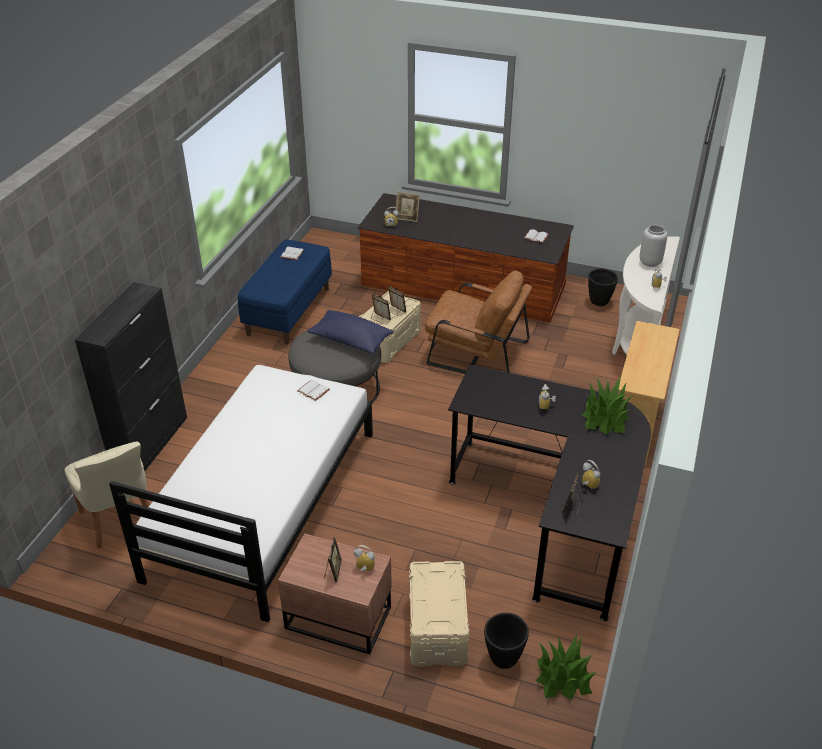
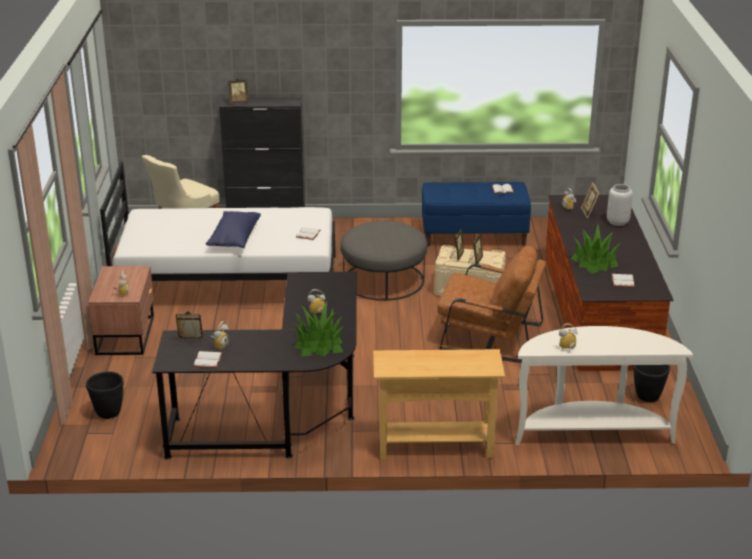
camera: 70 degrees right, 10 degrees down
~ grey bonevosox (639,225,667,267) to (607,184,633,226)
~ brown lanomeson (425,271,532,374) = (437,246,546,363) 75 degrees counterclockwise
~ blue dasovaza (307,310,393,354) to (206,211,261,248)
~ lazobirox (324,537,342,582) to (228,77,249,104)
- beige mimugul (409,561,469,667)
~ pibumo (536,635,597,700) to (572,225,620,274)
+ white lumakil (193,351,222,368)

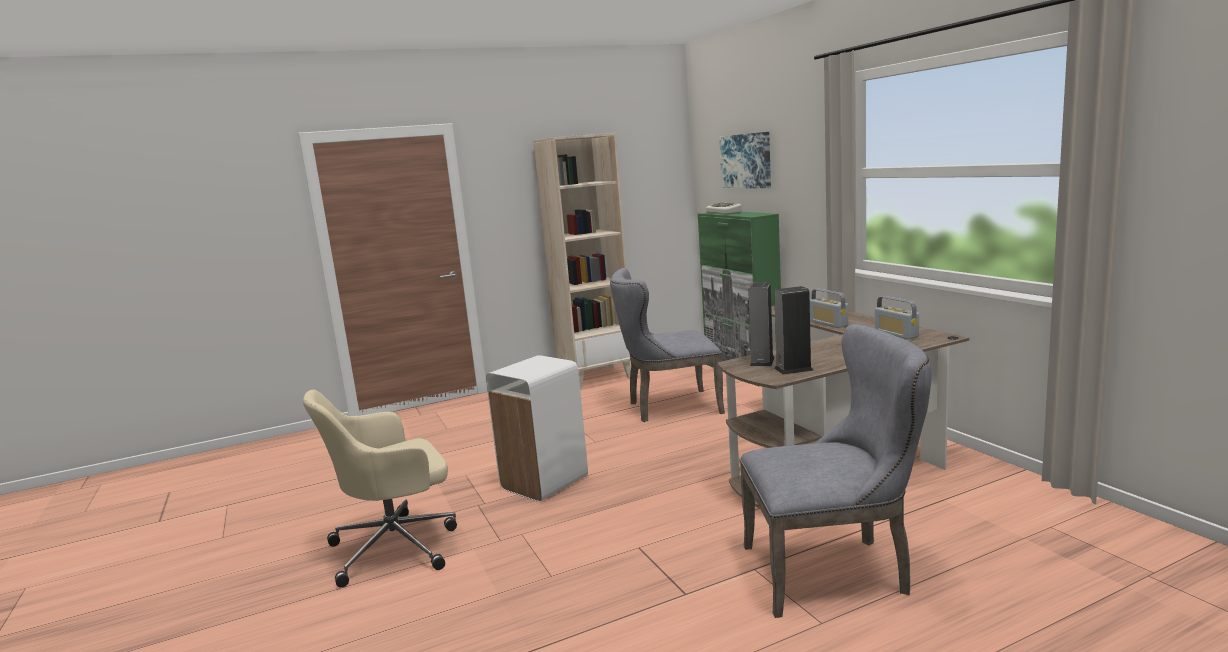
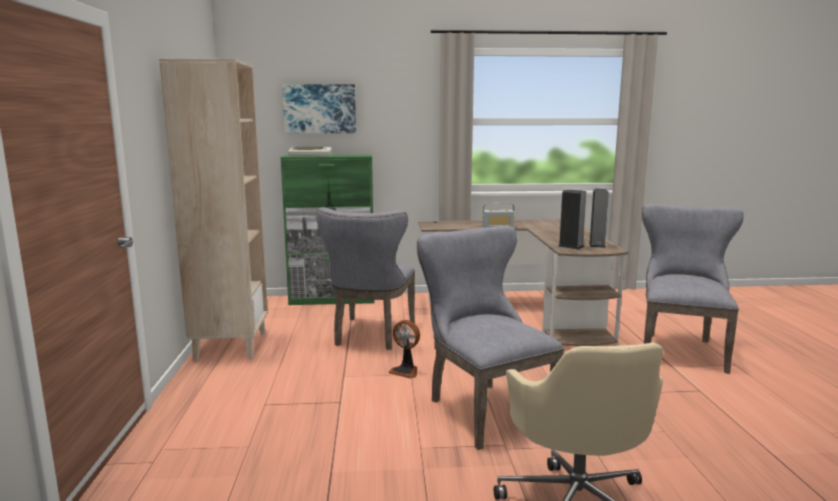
camera: 70 degrees left, 0 degrees up
- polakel (875,296,919,340)
~ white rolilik (486,355,588,502) to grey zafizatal (417,226,564,450)
+ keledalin (388,320,420,379)

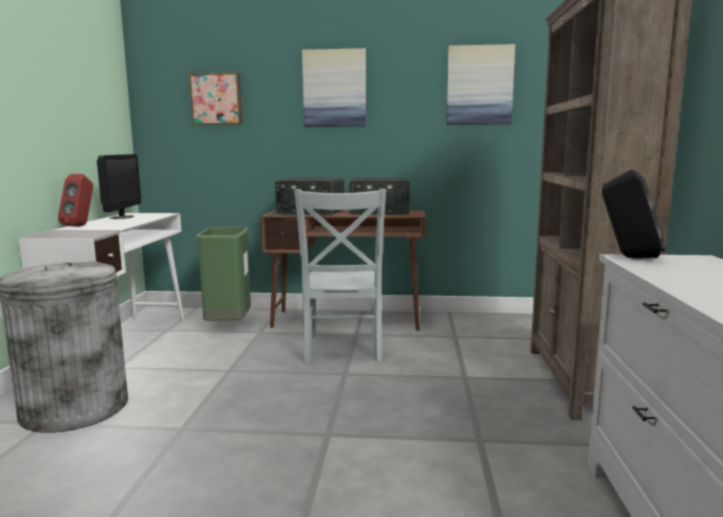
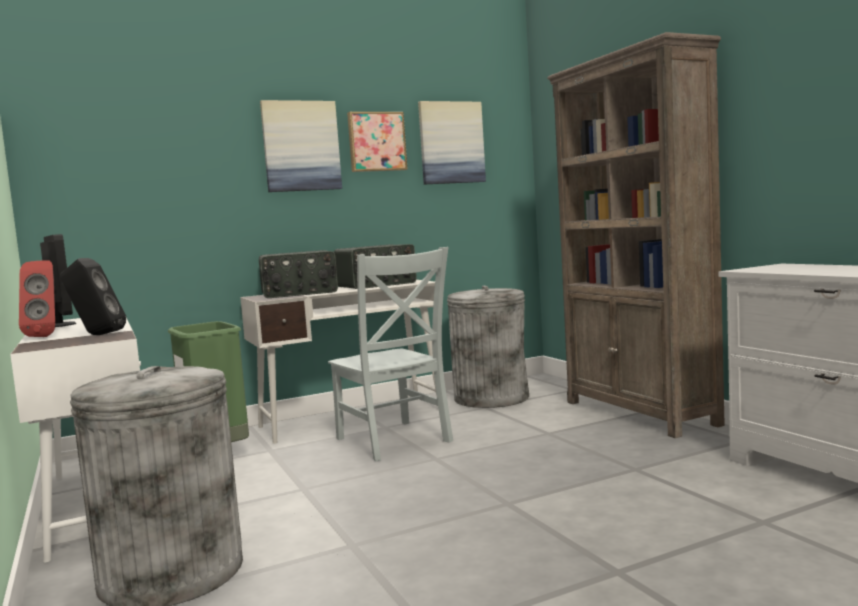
camera: 30 degrees left, 5 degrees down
~ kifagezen (189,72,242,125) to (347,112,408,172)
~ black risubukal (602,170,666,258) to (60,258,126,335)
~ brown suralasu (261,210,426,331) to white suralasu (240,280,437,444)
+ grey rolilik (447,286,529,408)

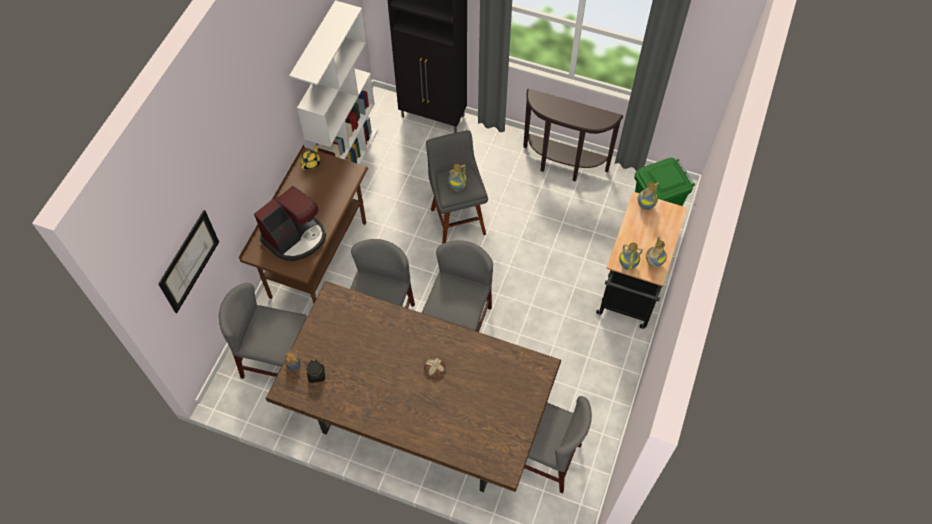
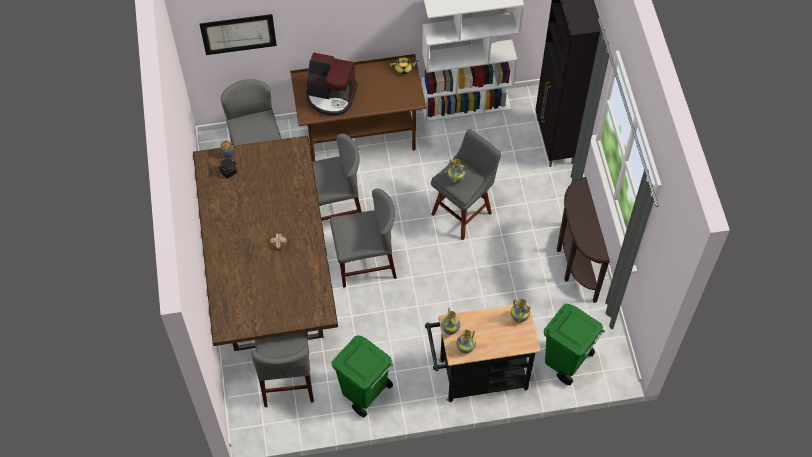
camera: 60 degrees right, 0 degrees up
+ green rolilik (332,335,393,417)

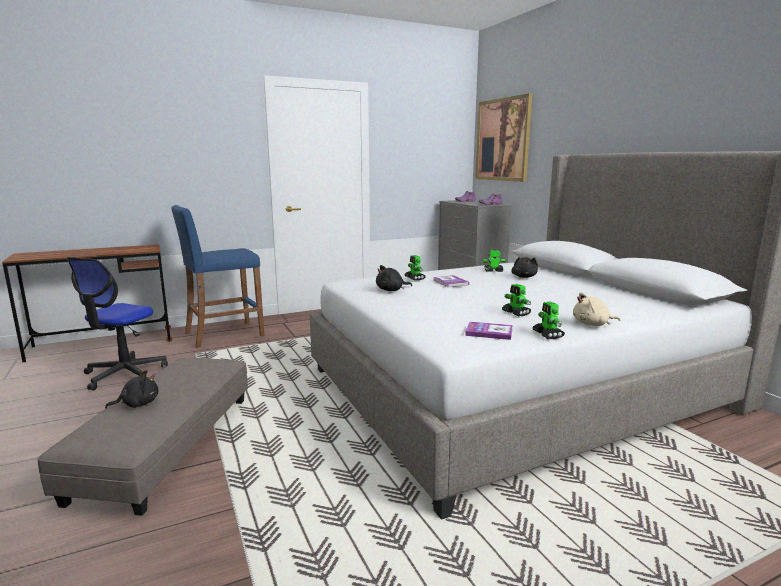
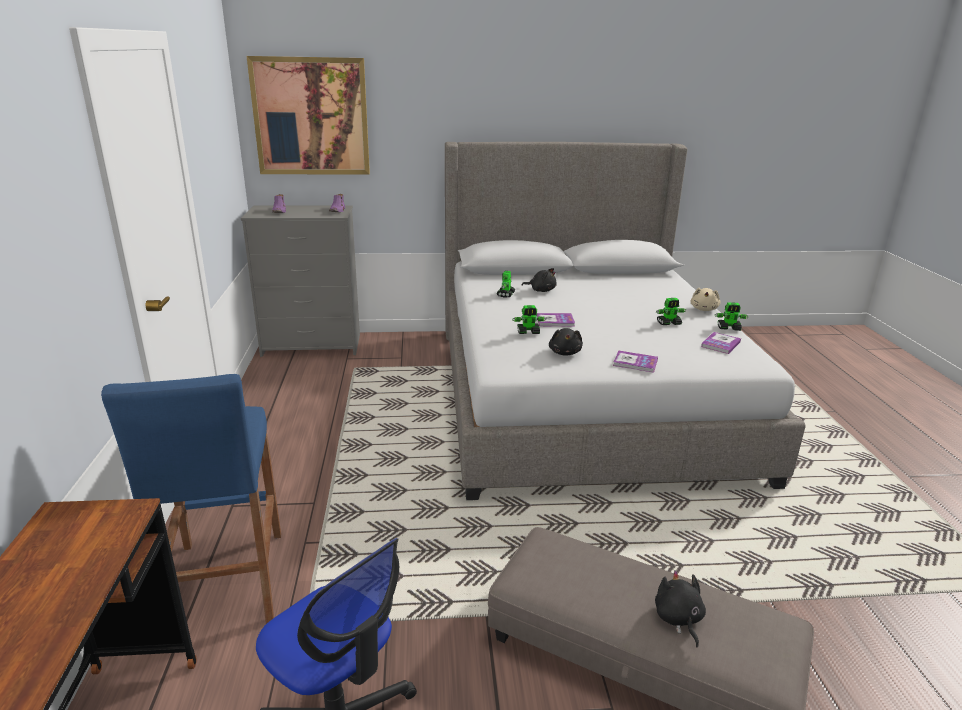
camera: 70 degrees left, 10 degrees up
+ lumakil (613,350,658,372)

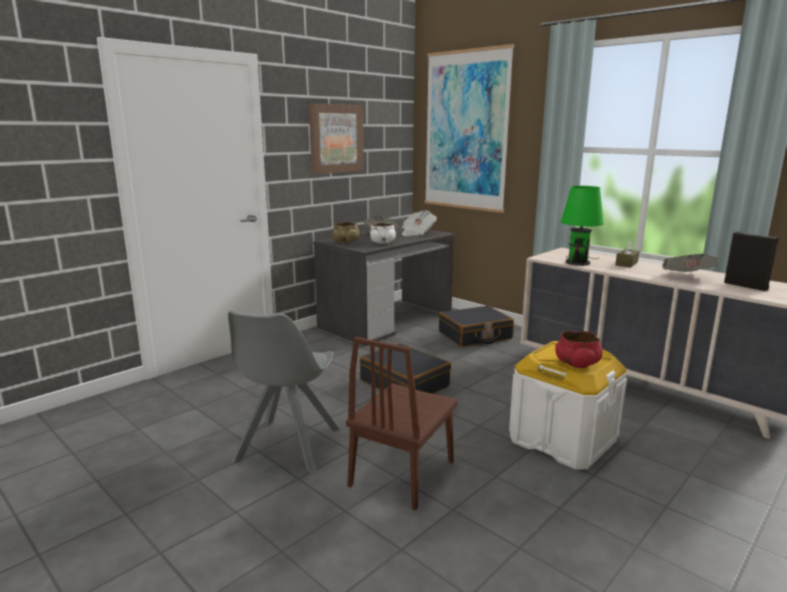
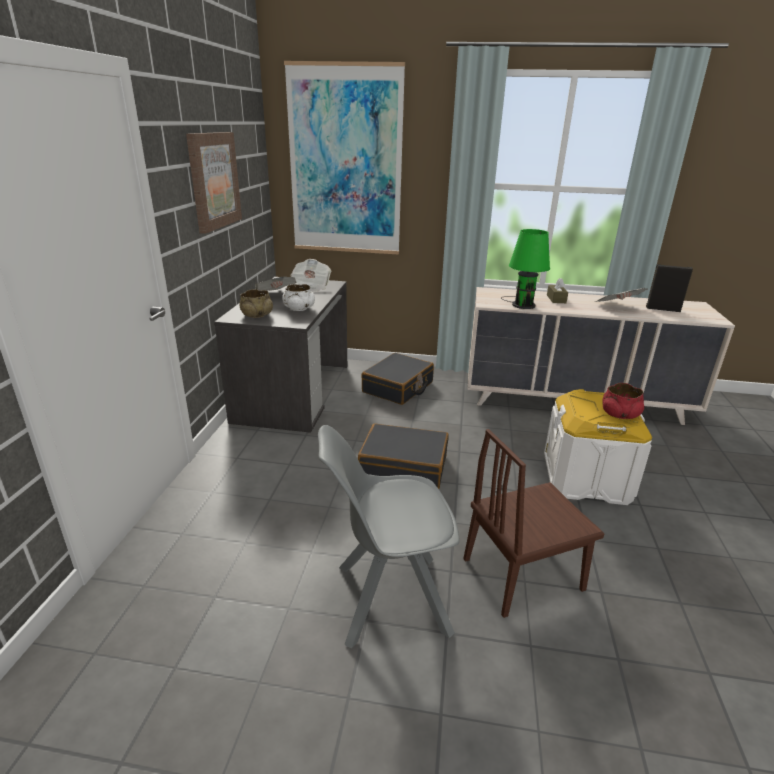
camera: 35 degrees left, 10 degrees up
~ grey zafizatal (228,310,340,474) = (318,425,460,649) 105 degrees clockwise
~ brown zafizatal (346,337,458,510) = (464,429,605,618) 75 degrees clockwise

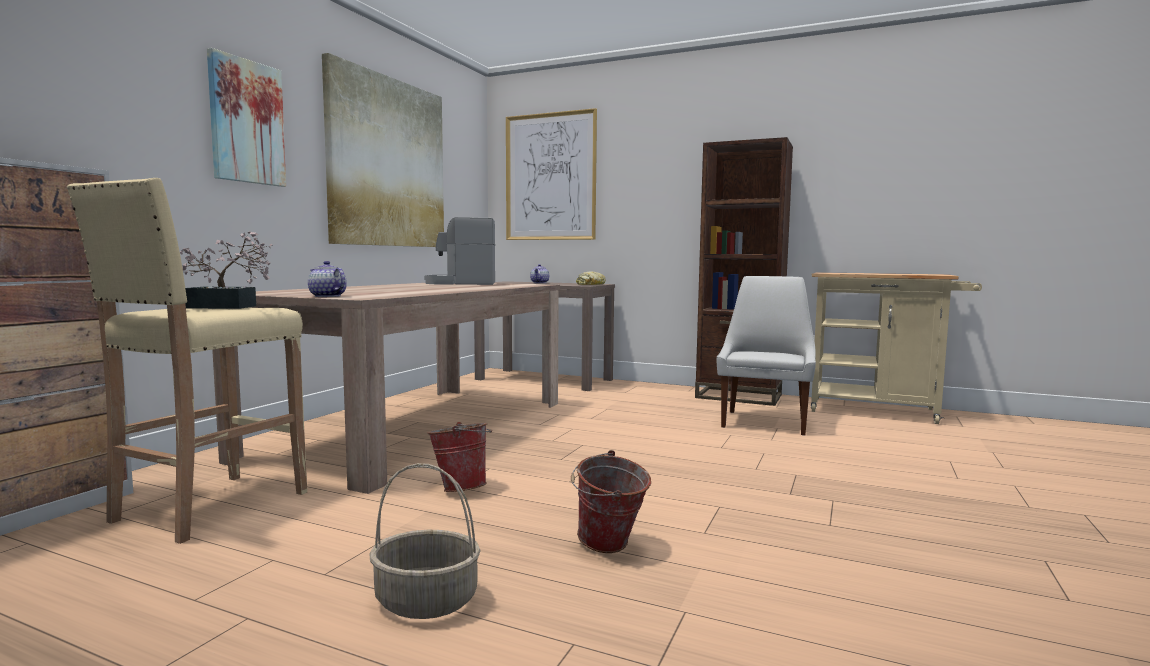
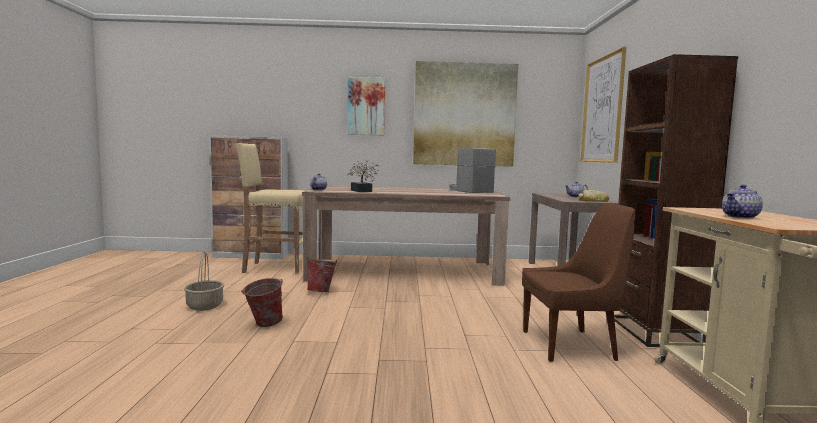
camera: 65 degrees right, 0 degrees up
~ pibumo (180,231,273,309) to (347,160,380,192)
~ white zafizatal (717,276,816,436) to brown zafizatal (522,203,636,362)
+ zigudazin (722,184,763,219)

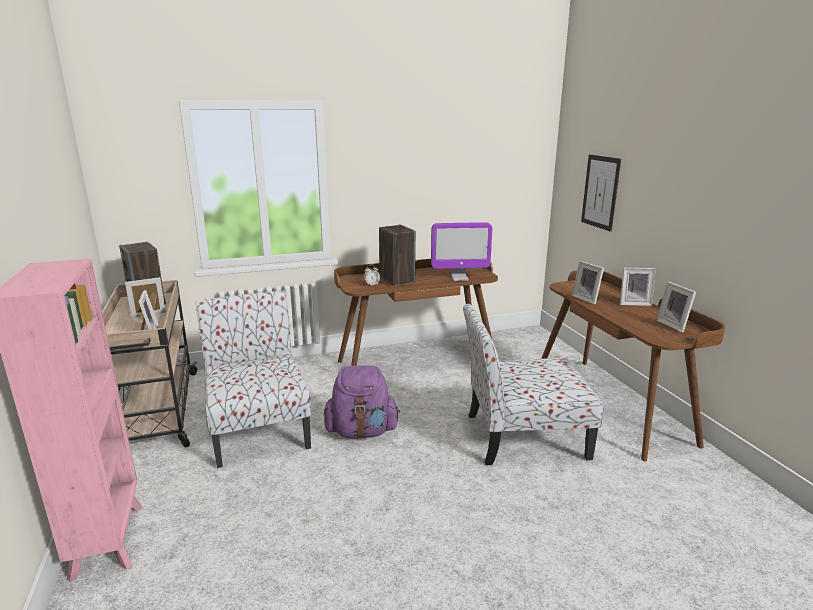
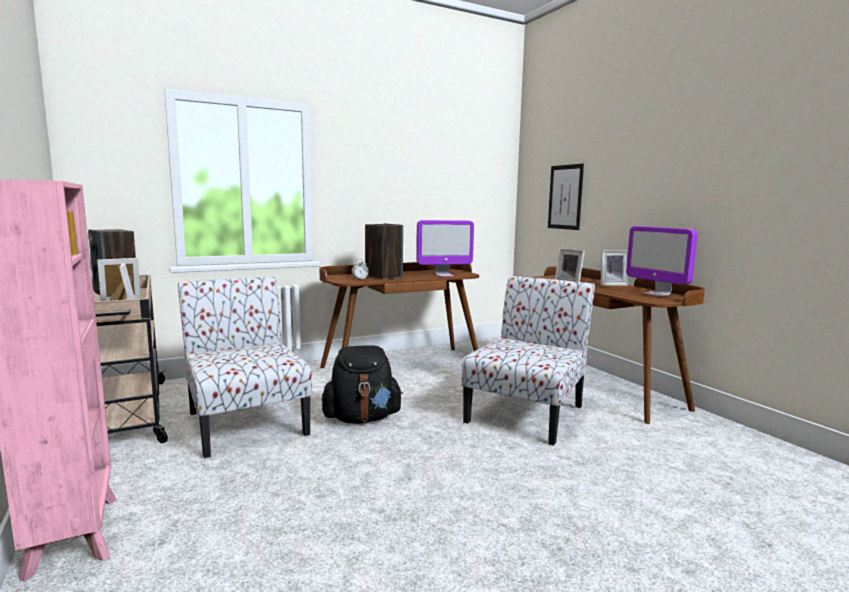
camera: 10 degrees left, 10 degrees down
~ lazobirox (656,282,696,332) to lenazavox (626,226,698,296)
~ zafizatal (463,304,604,465) = (461,276,595,445) 135 degrees clockwise
~ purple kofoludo (324,365,400,439) to black kofoludo (322,346,403,424)

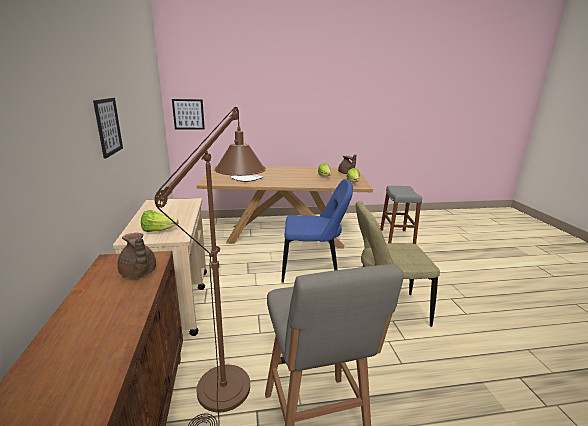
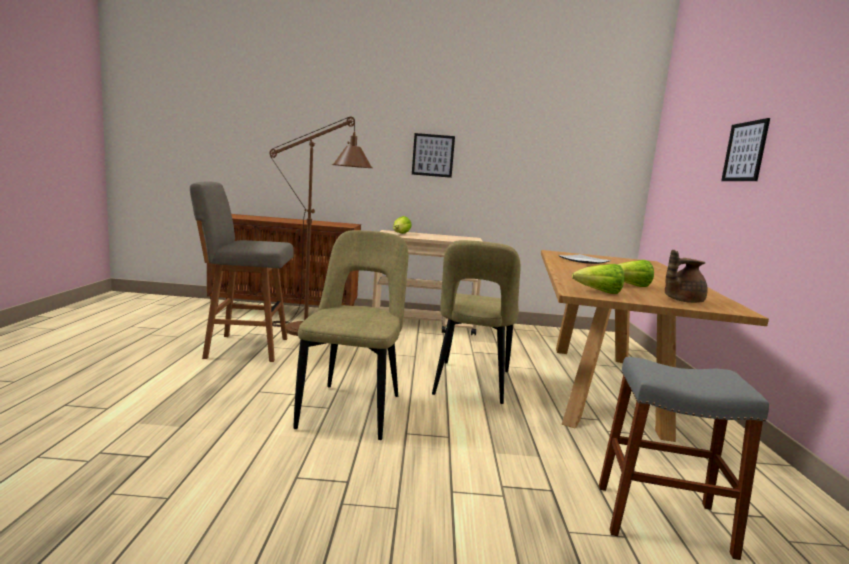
camera: 100 degrees right, 10 degrees down
~ kifagezen (172,99,205,130) to (721,118,770,181)
~ blue zafizatal (282,179,353,283) to beige zafizatal (432,240,521,404)
- brown zigudazin (117,233,156,277)

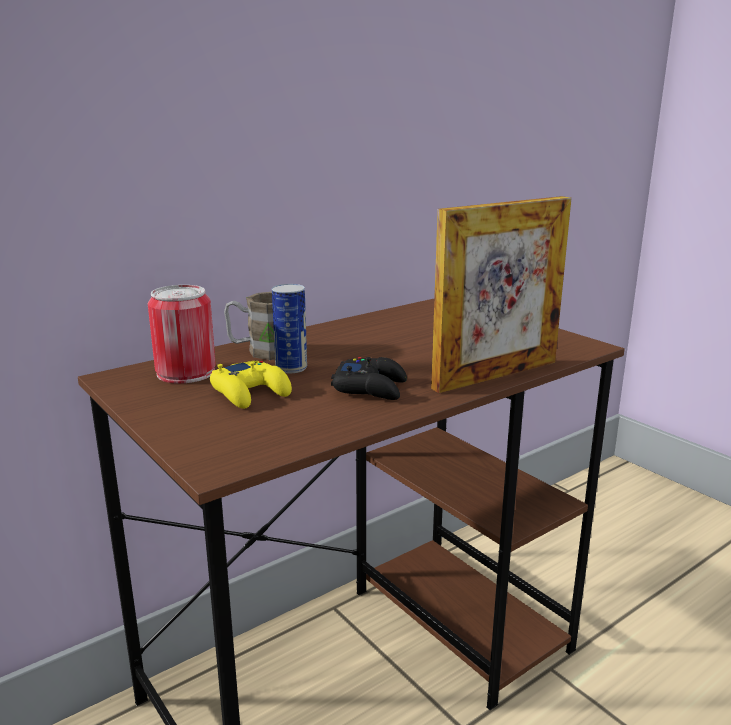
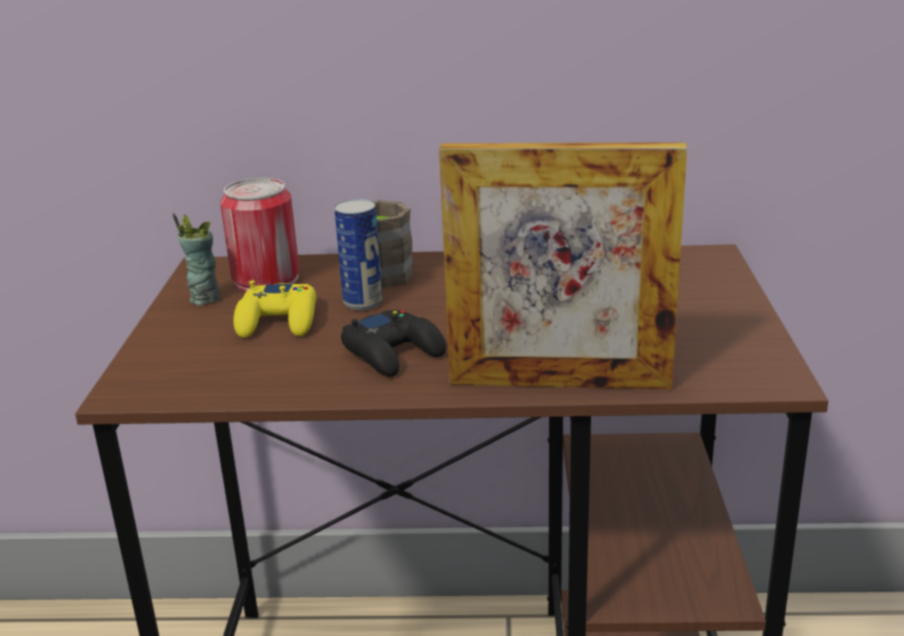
camera: 40 degrees right, 5 degrees up
+ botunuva (173,213,221,306)

